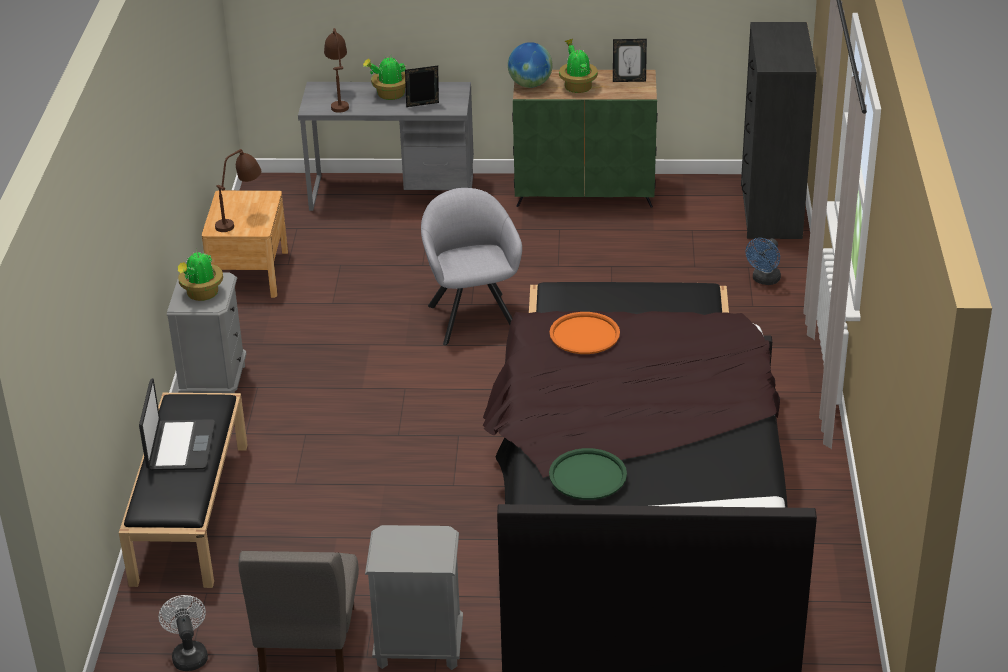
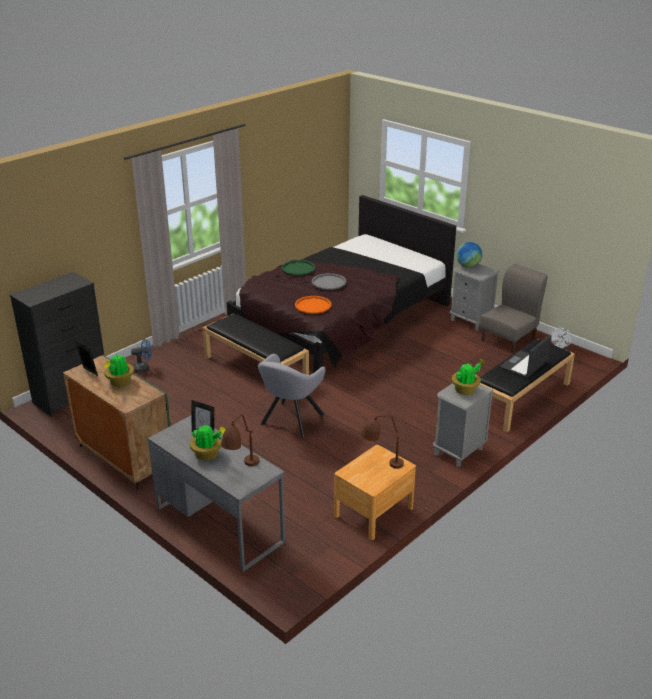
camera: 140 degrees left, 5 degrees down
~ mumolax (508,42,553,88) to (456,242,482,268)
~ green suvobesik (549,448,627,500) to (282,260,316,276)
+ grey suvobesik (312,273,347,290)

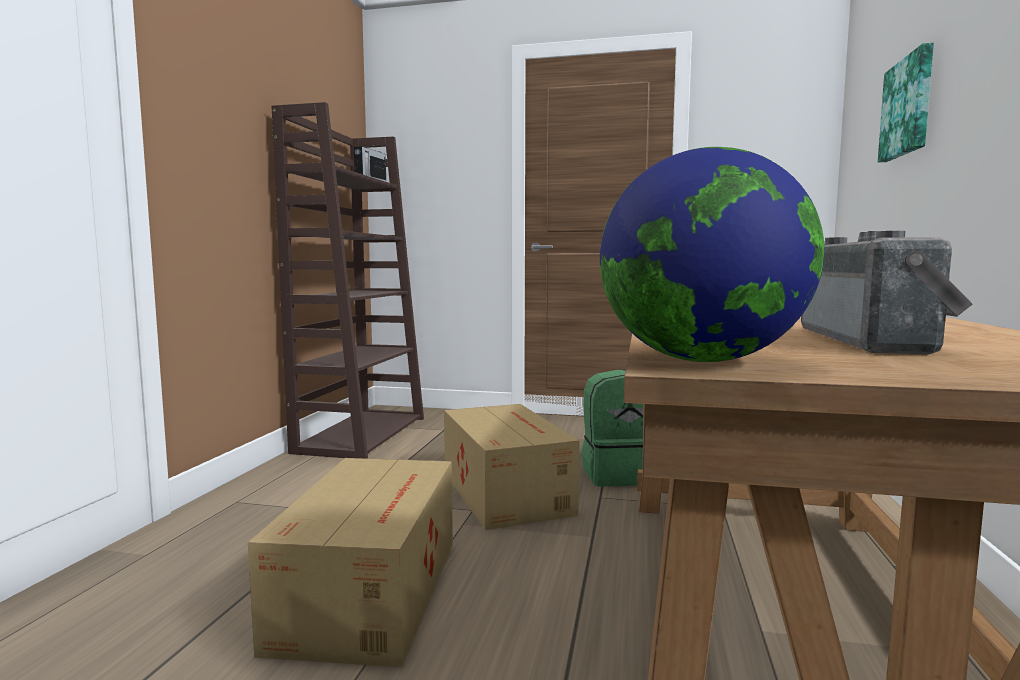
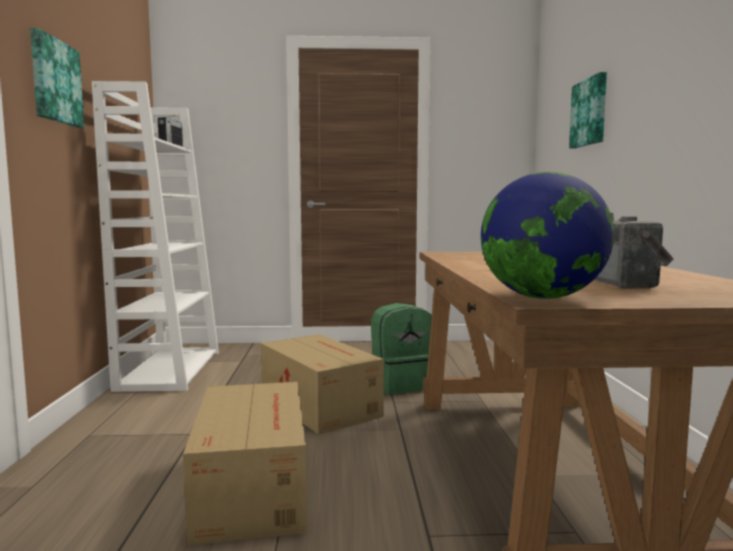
camera: 15 degrees left, 0 degrees up
~ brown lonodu (271,102,424,459) to white lonodu (92,81,219,392)
+ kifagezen (30,28,84,128)

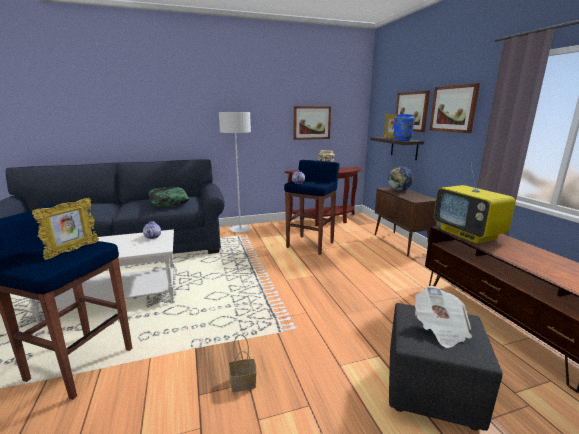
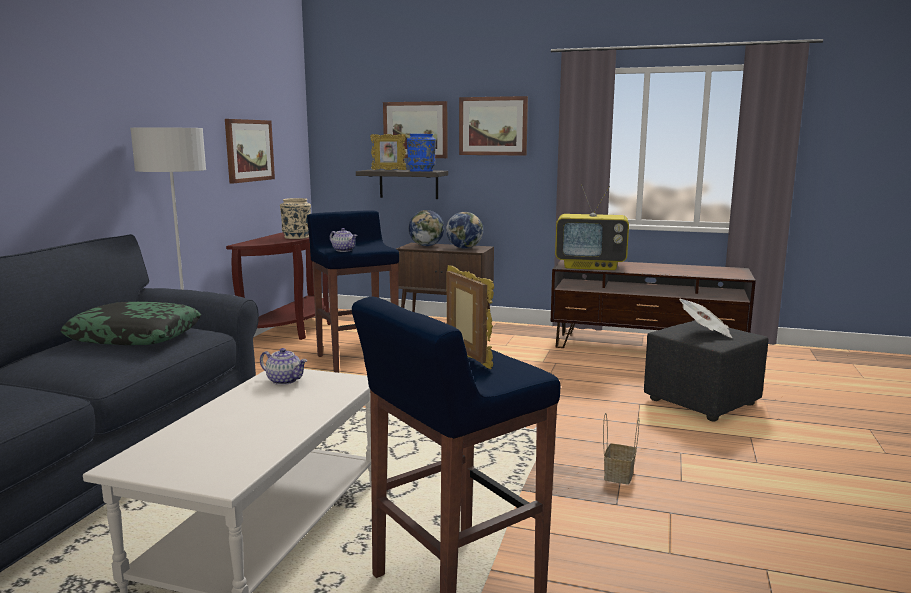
camera: 55 degrees left, 5 degrees down
+ mumolax (446,212,483,249)

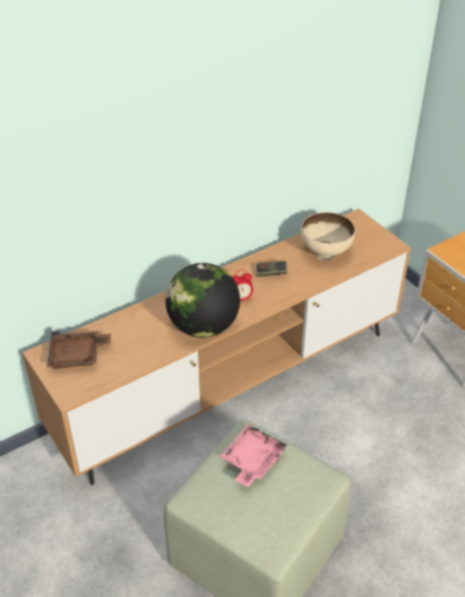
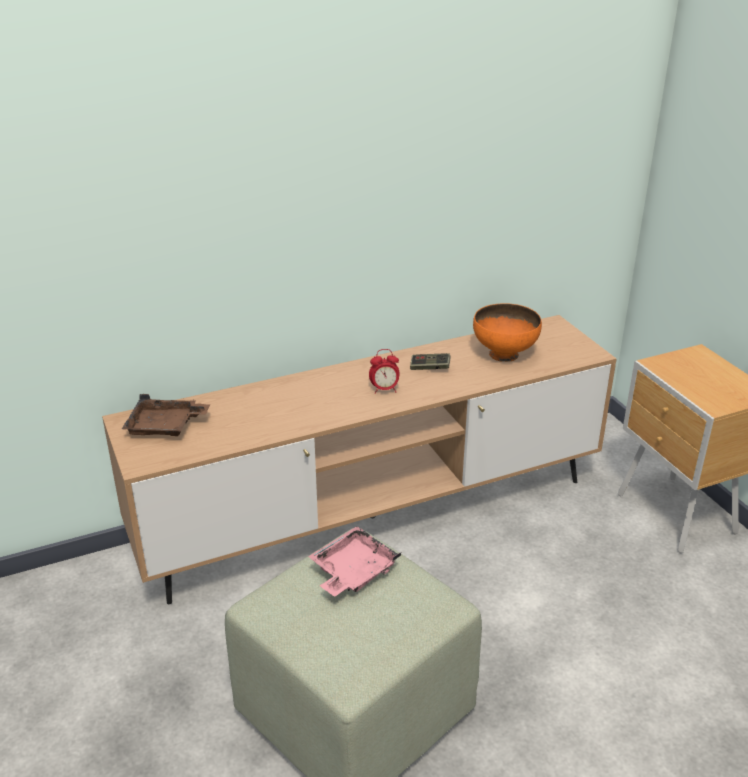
camera: 10 degrees right, 10 degrees down
~ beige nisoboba (301,212,355,261) to orange nisoboba (473,303,542,362)
- mumolax (165,263,240,338)

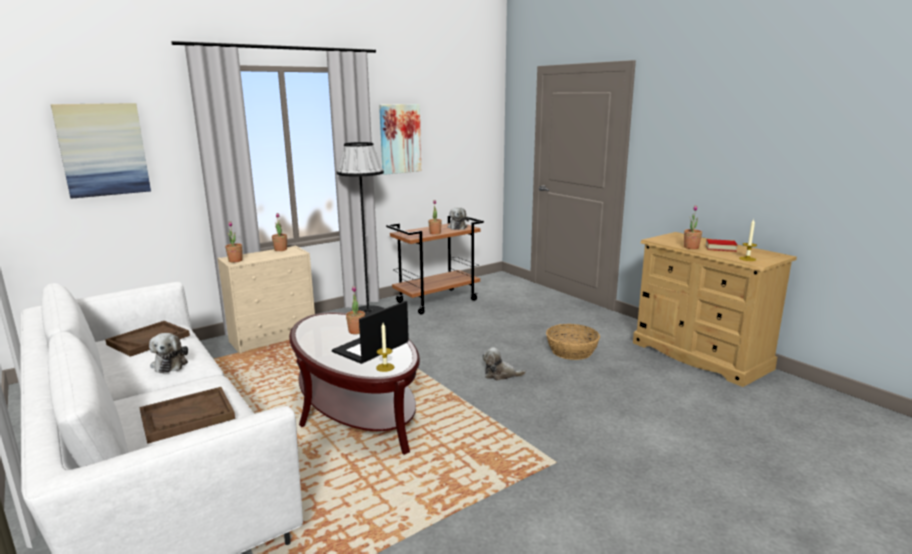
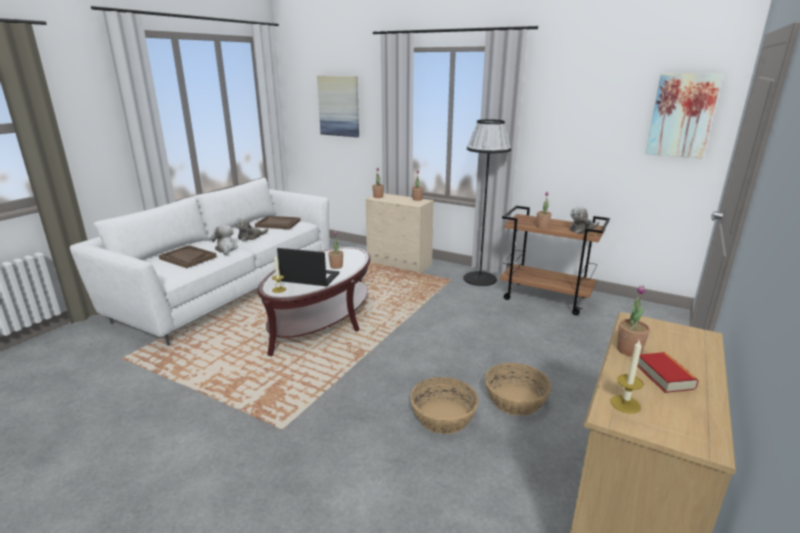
camera: 65 degrees right, 5 degrees up
~ kifagezen (379,104,421,175) to (646,73,722,158)
~ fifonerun (482,347,526,381) to (212,225,238,255)
+ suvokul (410,377,479,434)

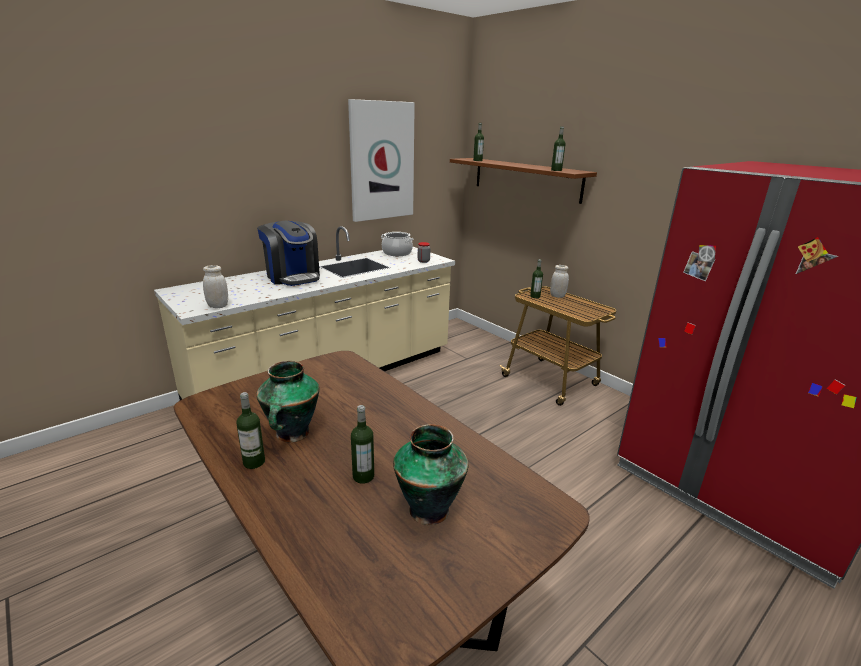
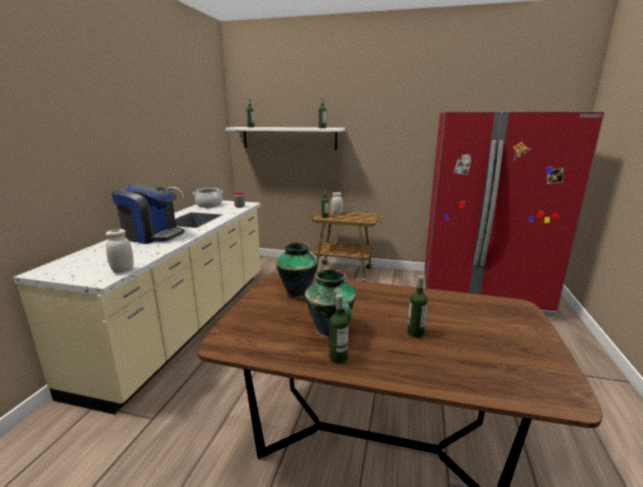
camera: 35 degrees left, 5 degrees down
- kifagezen (348,99,415,222)
~ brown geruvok (450,158,597,204) to white geruvok (226,127,345,150)
~ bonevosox (393,424,469,525) to (276,242,318,299)

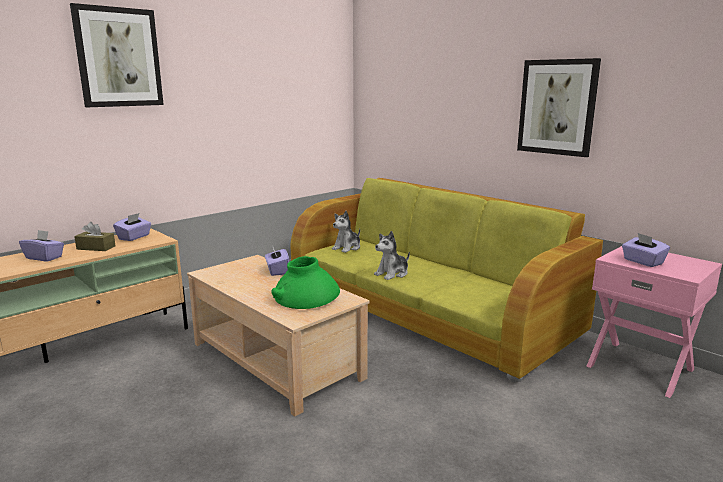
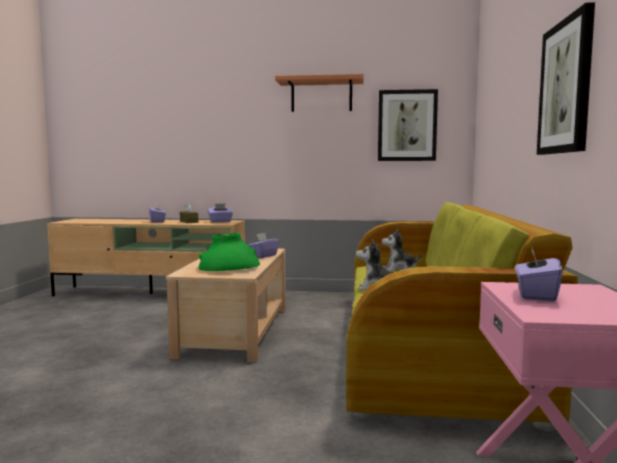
camera: 50 degrees right, 10 degrees down
~ kifagezen (70,3,164,107) to (378,89,438,161)
+ geruvok (275,74,364,112)

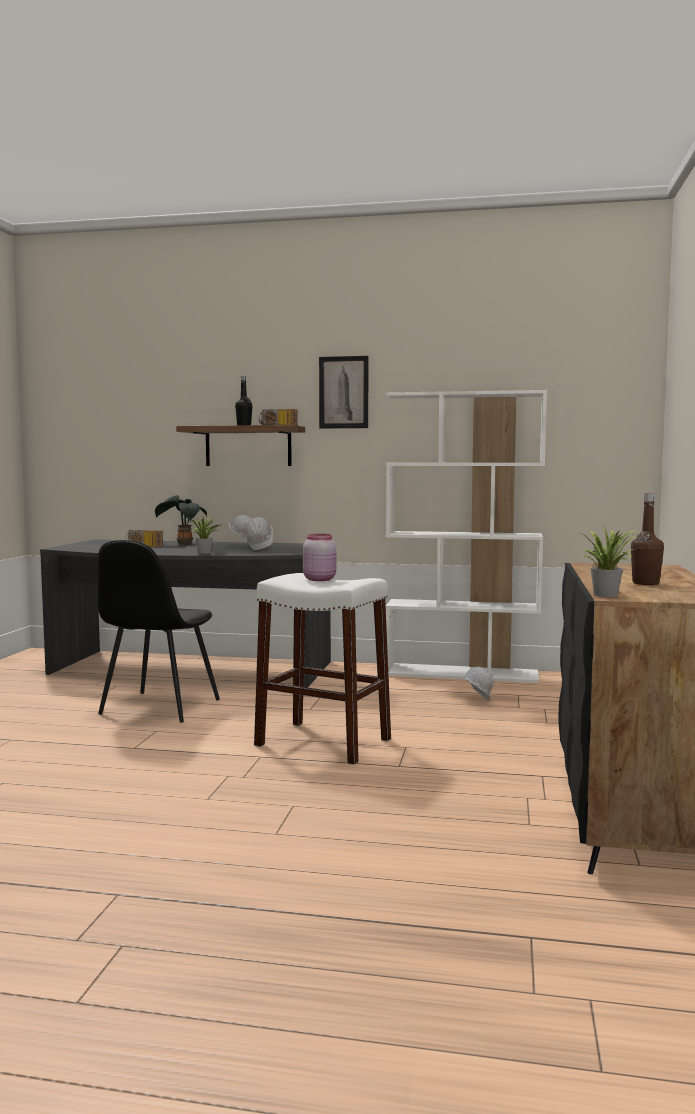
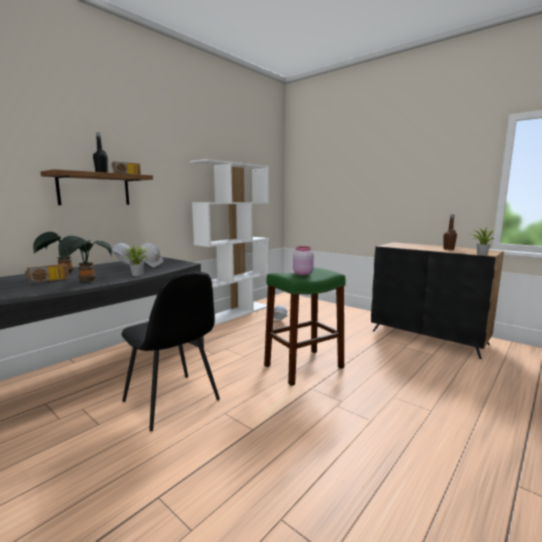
camera: 60 degrees left, 5 degrees up
- kifagezen (319,356,368,429)
~ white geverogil (254,573,391,765) to green geverogil (264,268,346,386)
+ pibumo (58,236,112,282)

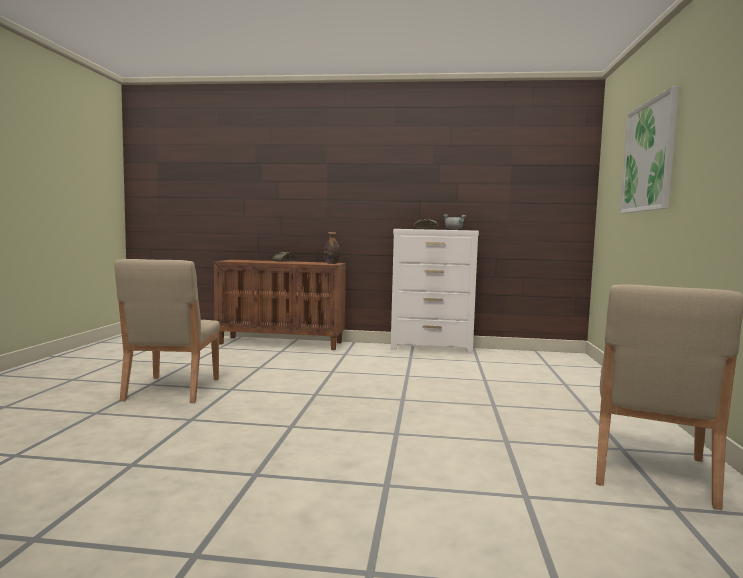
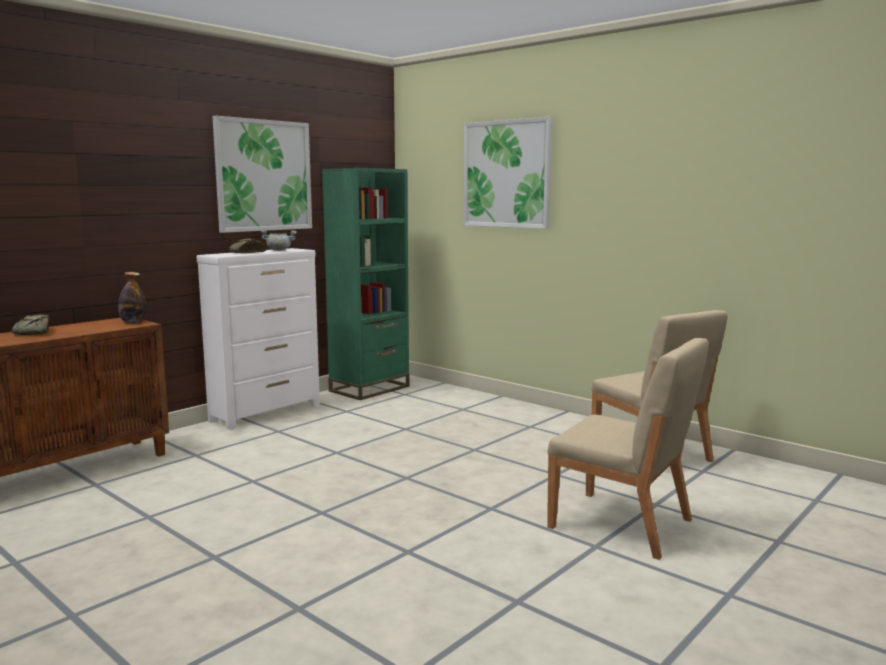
camera: 55 degrees left, 5 degrees up
~ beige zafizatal (114,259,220,403) to (547,338,709,560)
+ kifagezen (212,116,312,233)
+ green lonodu (322,168,410,400)

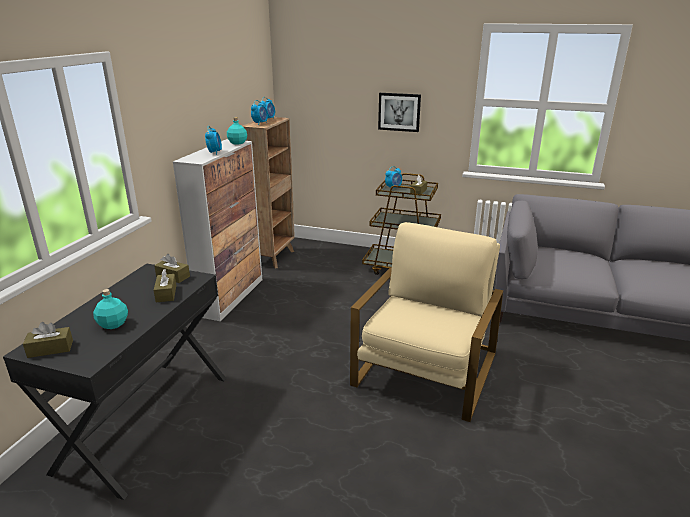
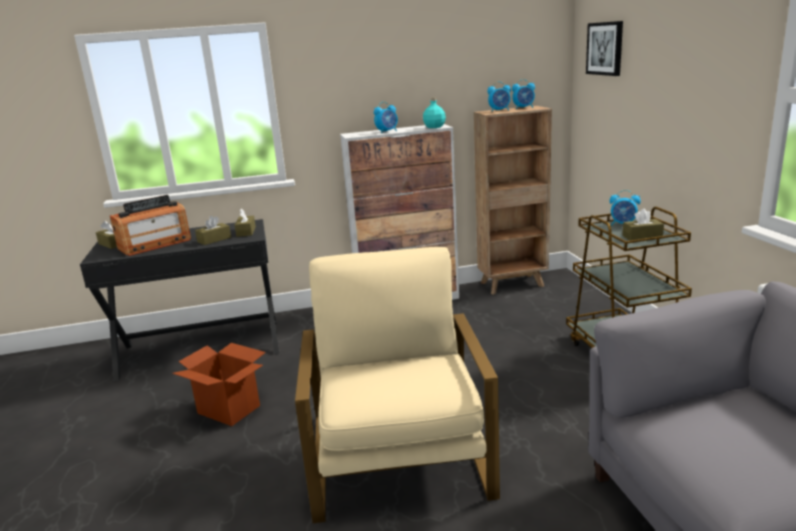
camera: 60 degrees right, 5 degrees down
~ kifagezen (378,93,421,132) to (586,21,623,76)
~ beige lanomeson (350,222,503,422) = (295,247,500,523) 90 degrees counterclockwise
~ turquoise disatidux (93,289,128,329) to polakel (110,195,191,256)
+ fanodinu (172,343,266,426)

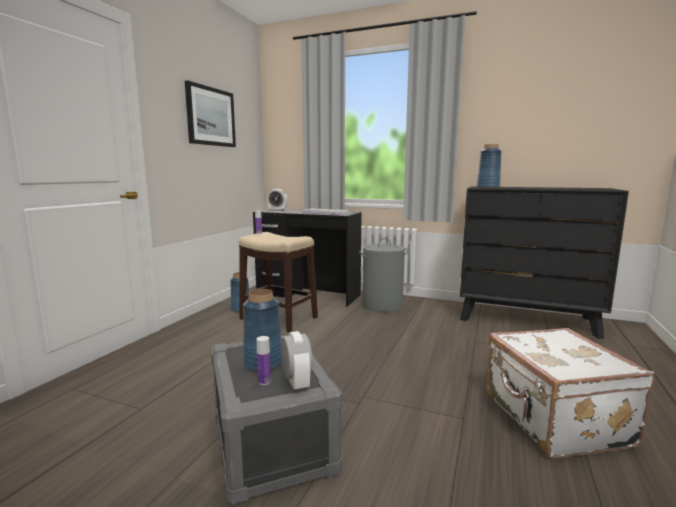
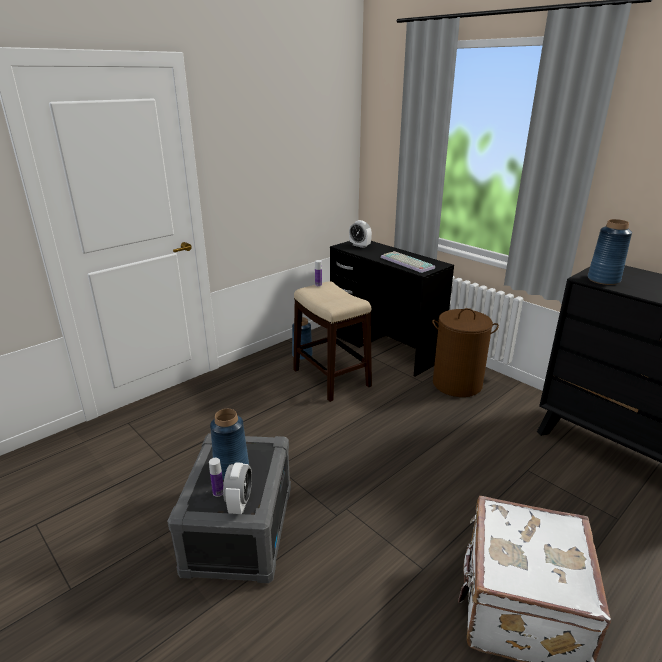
camera: 25 degrees right, 15 degrees up
- kifagezen (185,80,236,147)
~ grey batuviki (359,238,408,312) to brown batuviki (432,308,499,397)

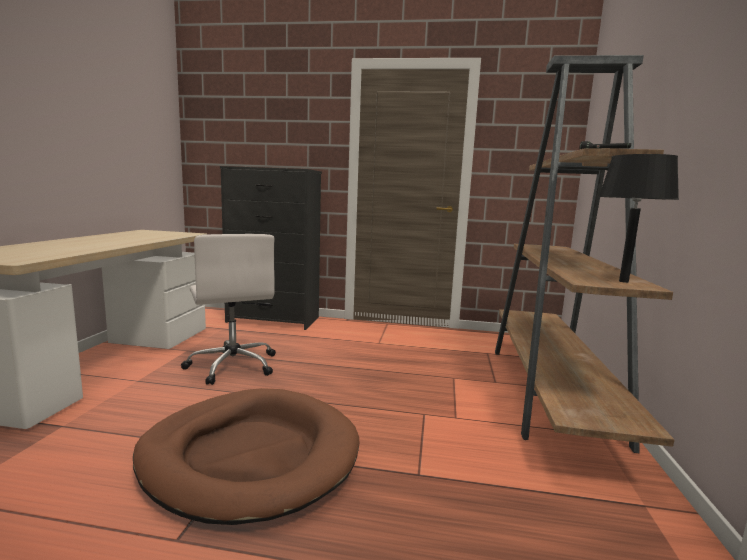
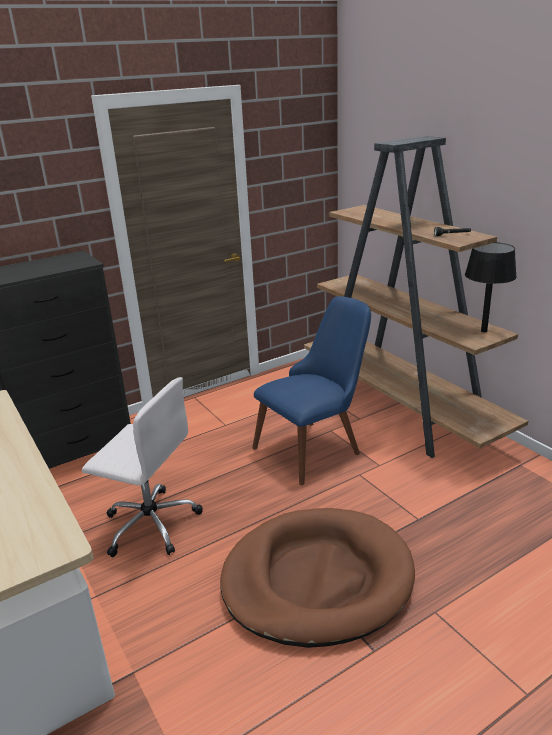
camera: 40 degrees left, 15 degrees up
+ blue zafizatal (252,296,371,485)

